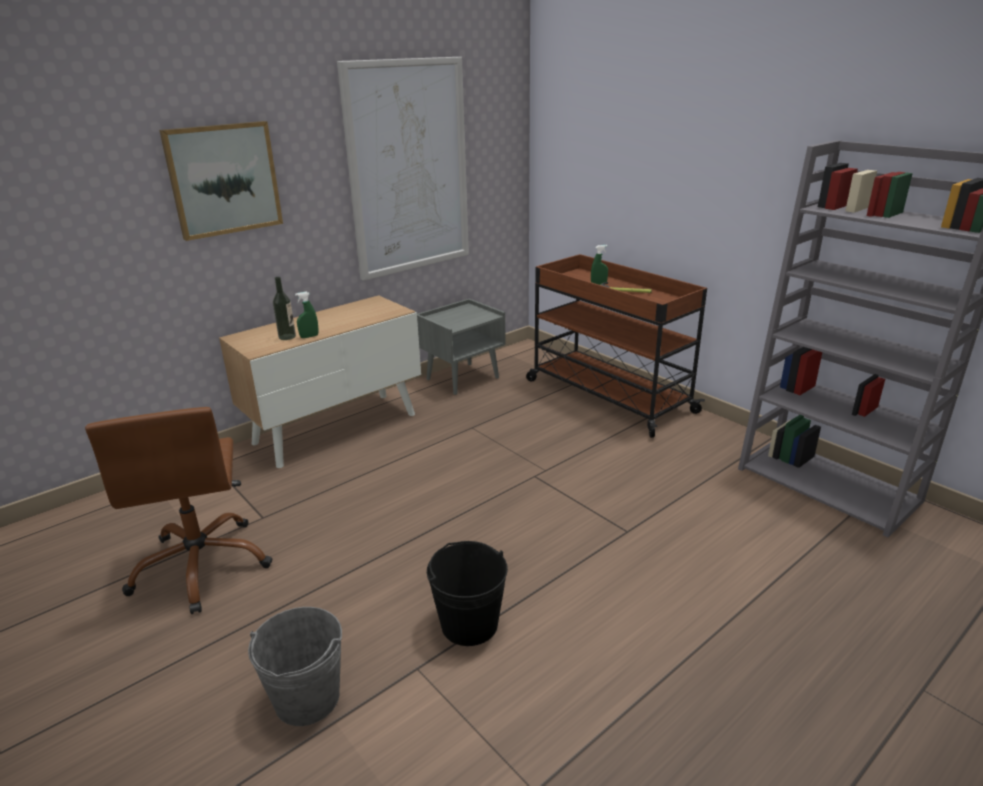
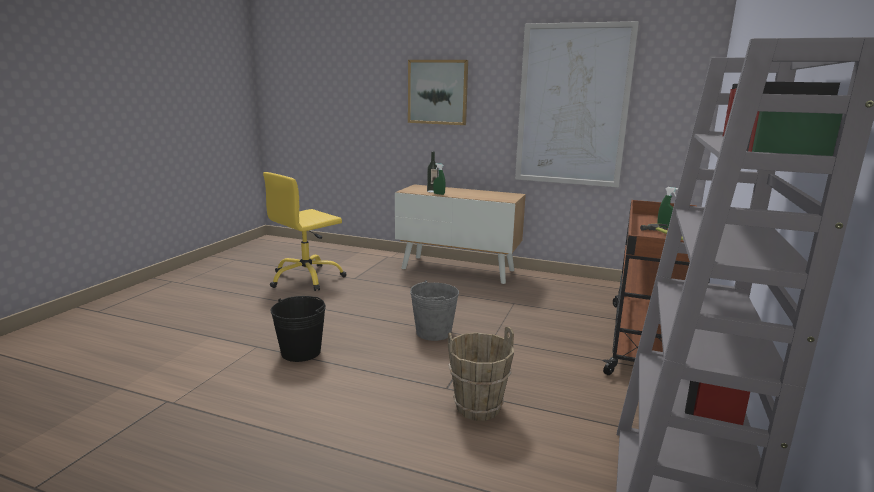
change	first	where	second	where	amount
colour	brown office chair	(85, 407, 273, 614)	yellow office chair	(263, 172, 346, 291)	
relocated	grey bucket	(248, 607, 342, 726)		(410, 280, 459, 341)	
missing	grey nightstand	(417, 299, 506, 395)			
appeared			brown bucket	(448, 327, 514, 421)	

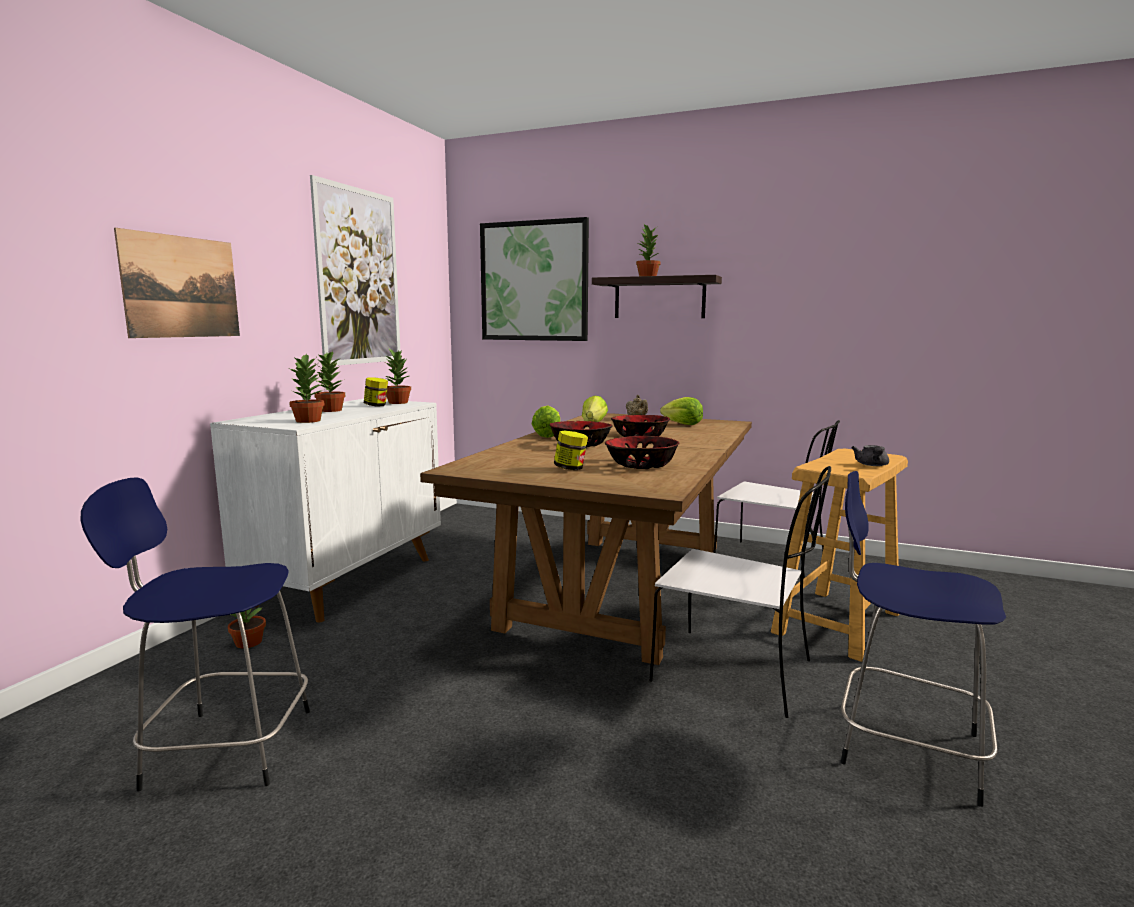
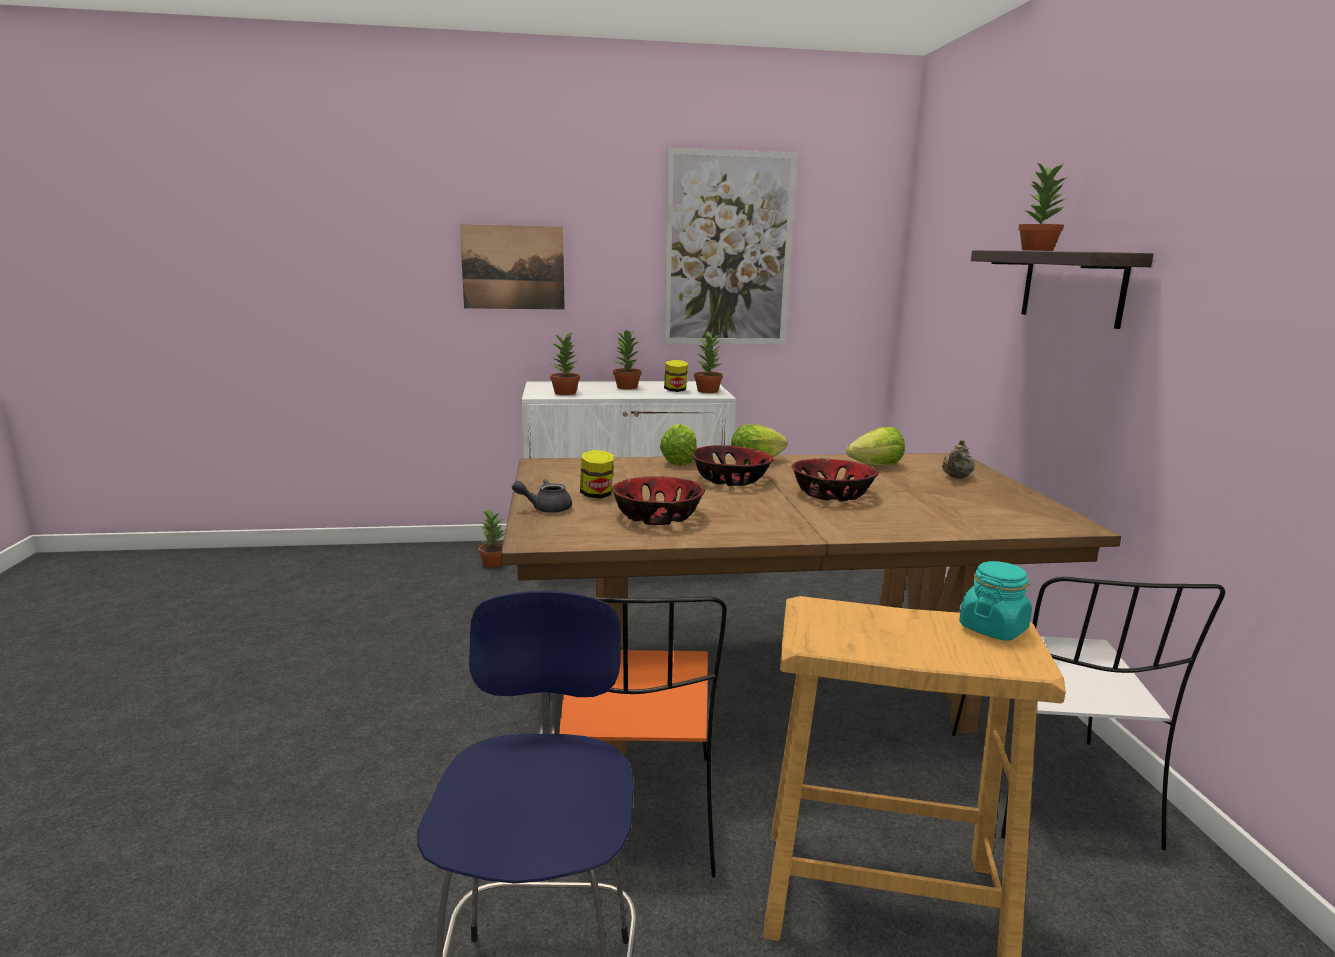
change	first	where	second	where	amount
missing	blue stool	(81, 477, 310, 791)			
missing	picture	(480, 217, 589, 341)			
colour	white chair	(650, 466, 831, 718)	orange chair	(549, 597, 727, 877)	
relocated	lettuce	(660, 397, 703, 425)		(660, 424, 697, 466)	
relocated	grey teapot	(852, 445, 889, 466)		(512, 479, 572, 513)	
appeared			turquoise jar	(959, 561, 1032, 641)	

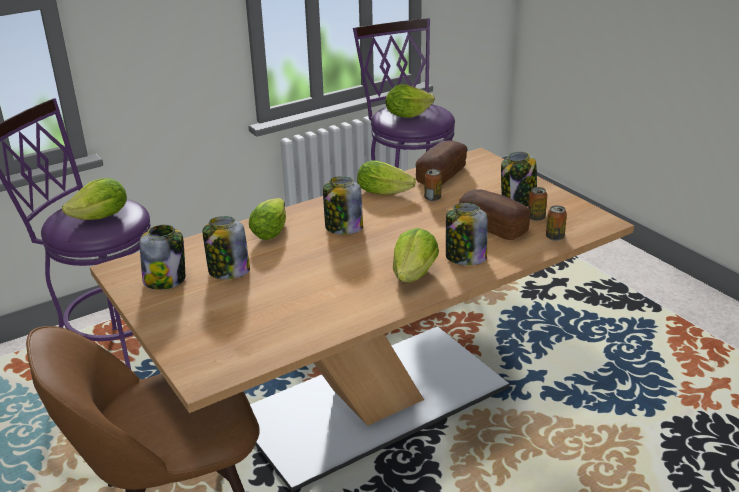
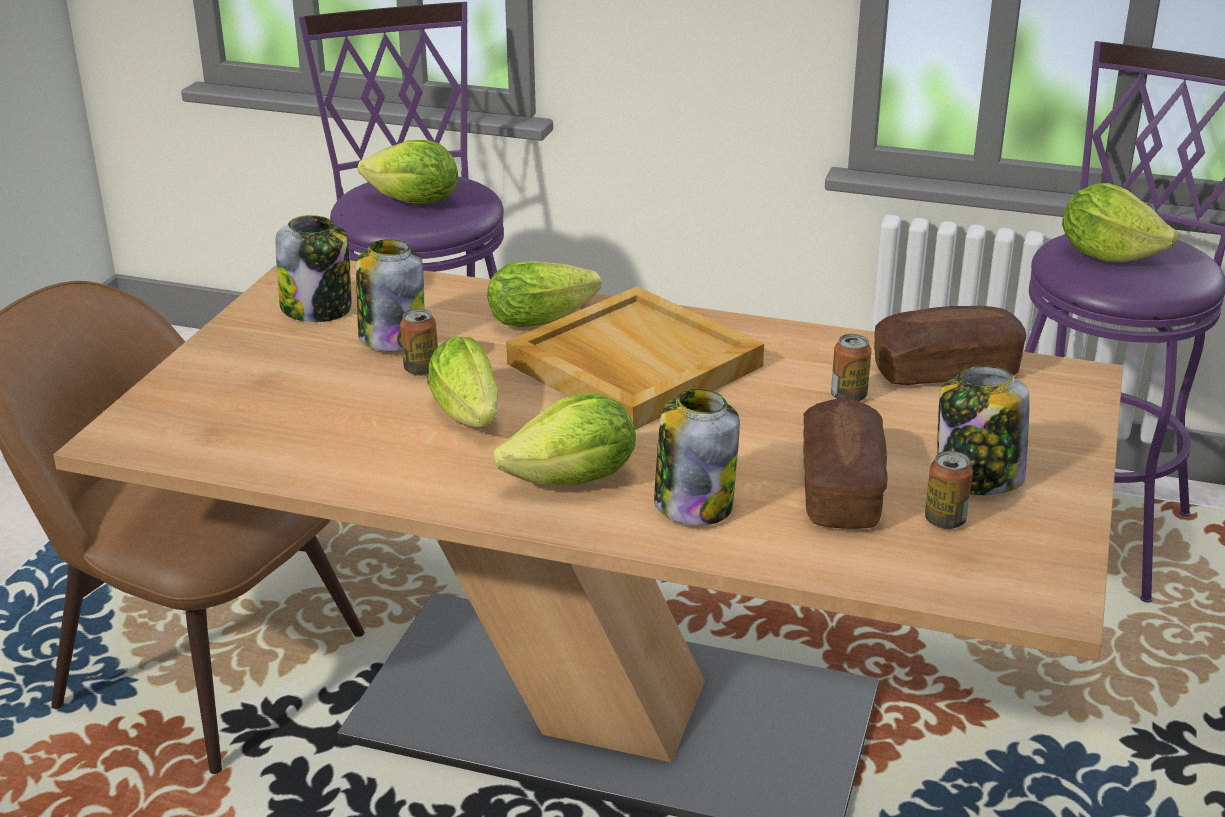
change	first	where	second	where	amount
exchanged	jar	(323, 176, 363, 234)	beige tray	(506, 286, 764, 430)	
relocated	lettuce	(357, 160, 416, 195)		(427, 336, 498, 427)	
relocated	can	(546, 205, 567, 241)		(400, 308, 438, 376)	

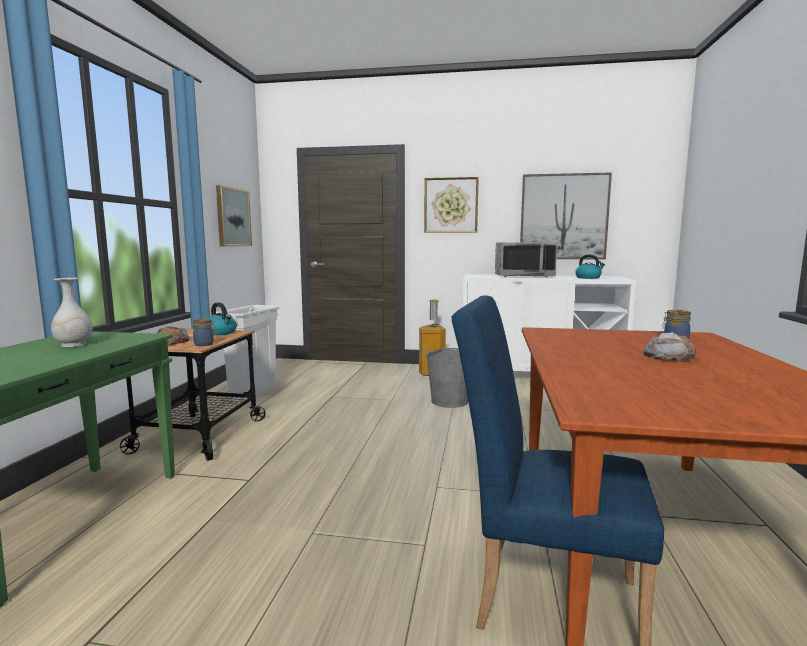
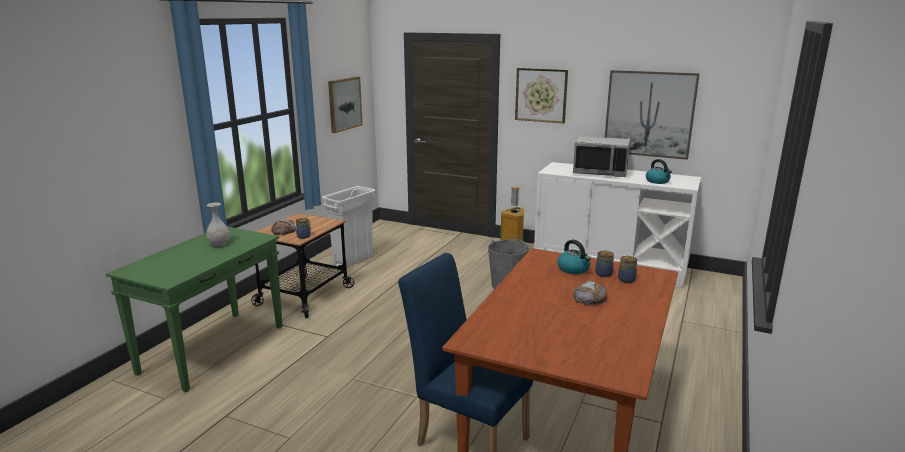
change	first	where	second	where	amount
relocated	kettle	(207, 302, 237, 335)		(557, 240, 591, 274)	
appeared			jar	(595, 251, 614, 277)	

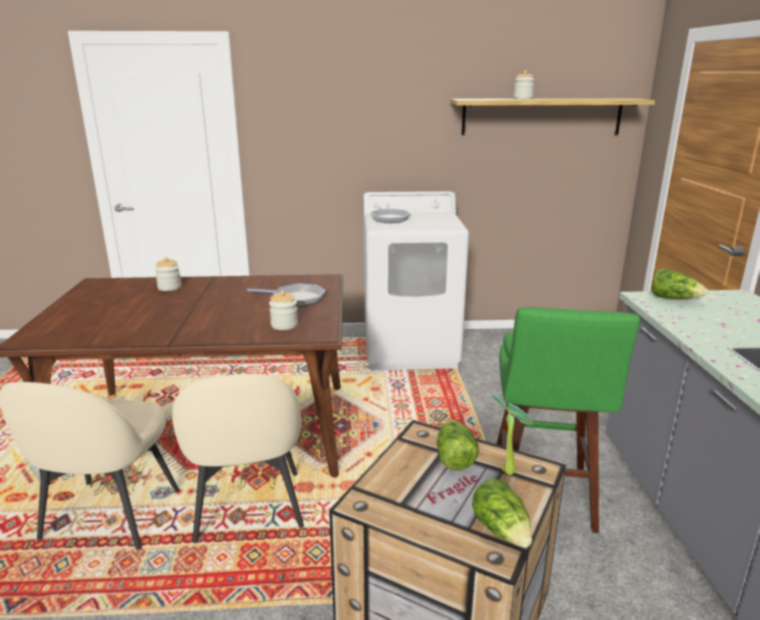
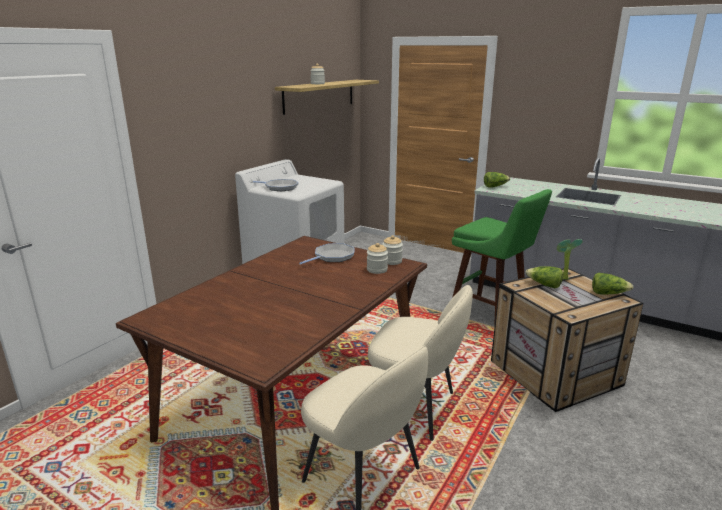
change	first	where	second	where	amount
relocated	jar	(155, 257, 181, 291)		(382, 235, 403, 265)	

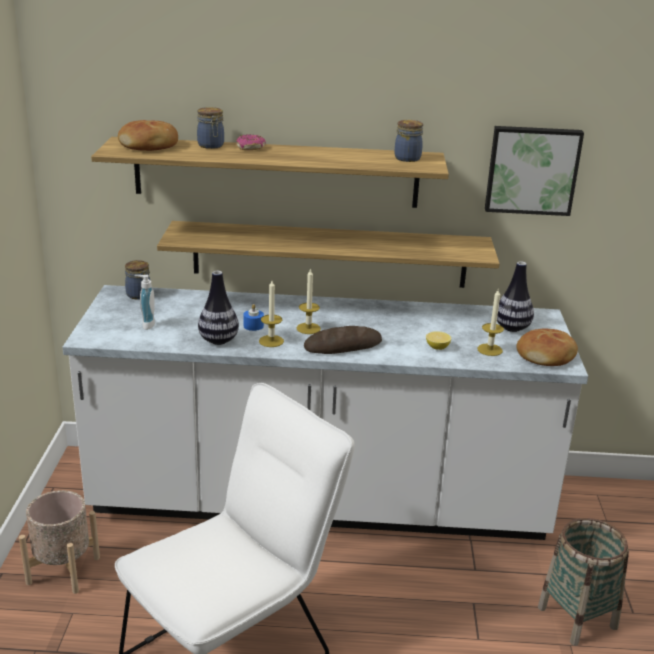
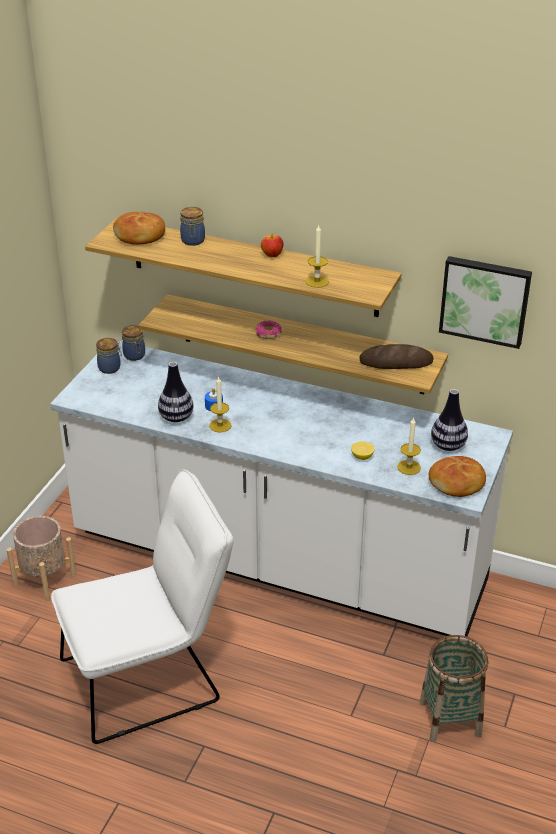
change	first	where	second	where	amount
missing	soap dispenser	(134, 275, 155, 330)			
relocated	donut	(236, 134, 266, 150)		(256, 321, 281, 339)	
relocated	candle	(297, 268, 321, 334)		(305, 224, 329, 288)	
relocated	bread	(304, 326, 382, 354)		(359, 344, 433, 369)	
relocated	jar	(394, 120, 423, 162)		(96, 338, 122, 374)	
appeared			apple	(261, 233, 283, 257)	

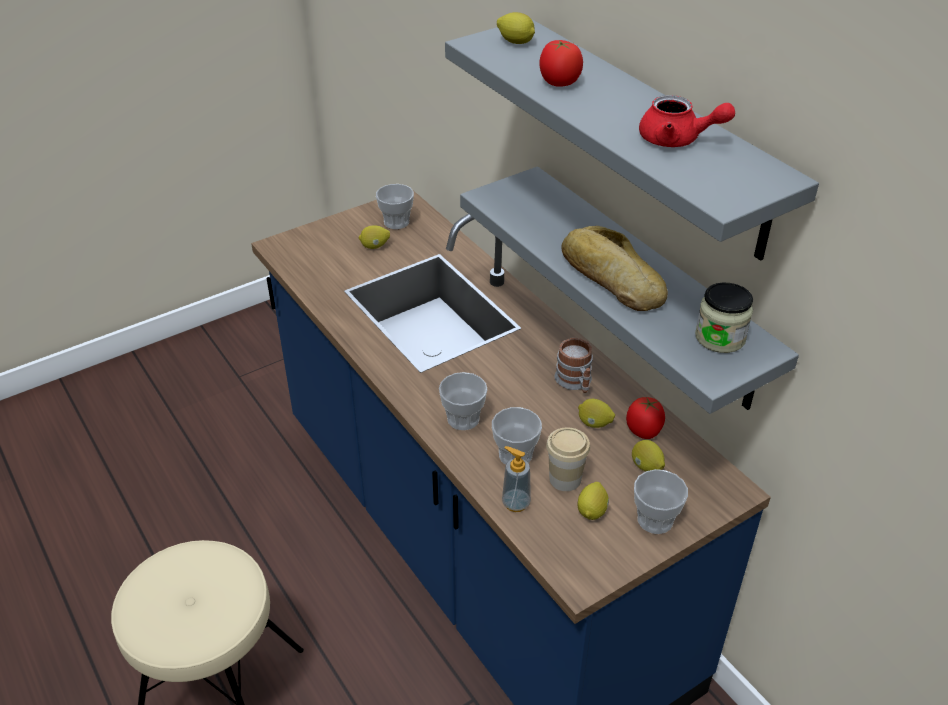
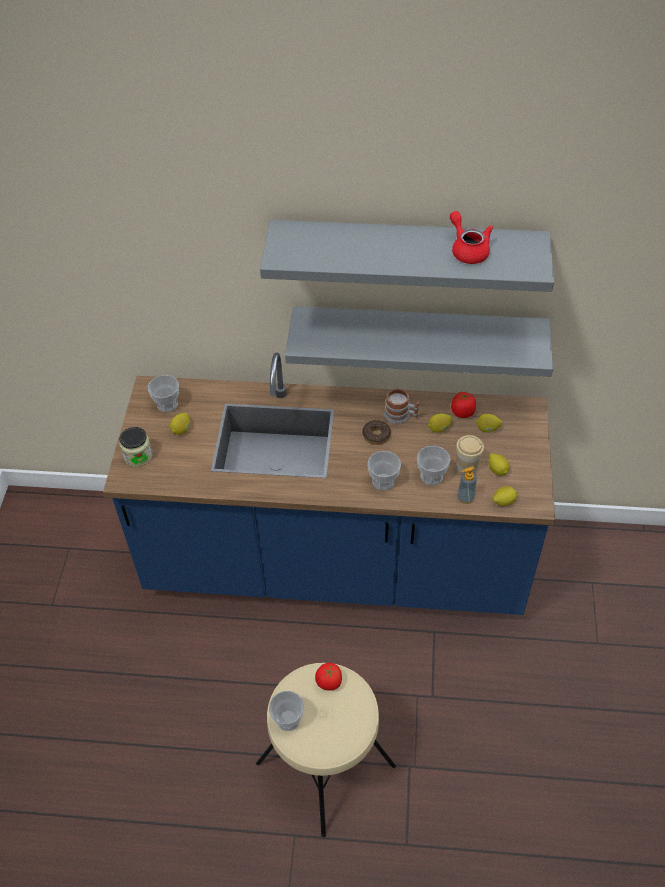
change	first	where	second	where	amount
relocated	lemon	(497, 12, 535, 44)		(492, 486, 517, 506)	
relocated	tomato	(539, 40, 583, 87)		(315, 663, 342, 690)	
missing	bread	(561, 226, 668, 311)			
relocated	cup	(634, 469, 688, 534)		(269, 691, 304, 731)	
spun	red teapot	(639, 95, 735, 147)		(450, 211, 493, 264)	90 degrees counterclockwise
relocated	jar	(695, 283, 753, 353)		(119, 427, 153, 467)	
appeared			donut	(362, 420, 391, 445)	

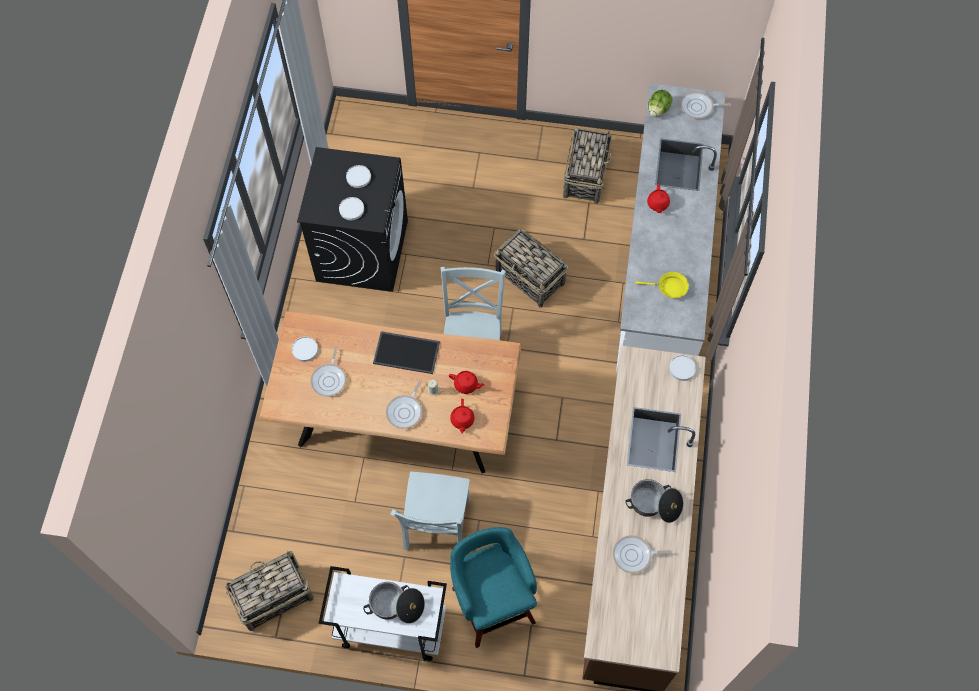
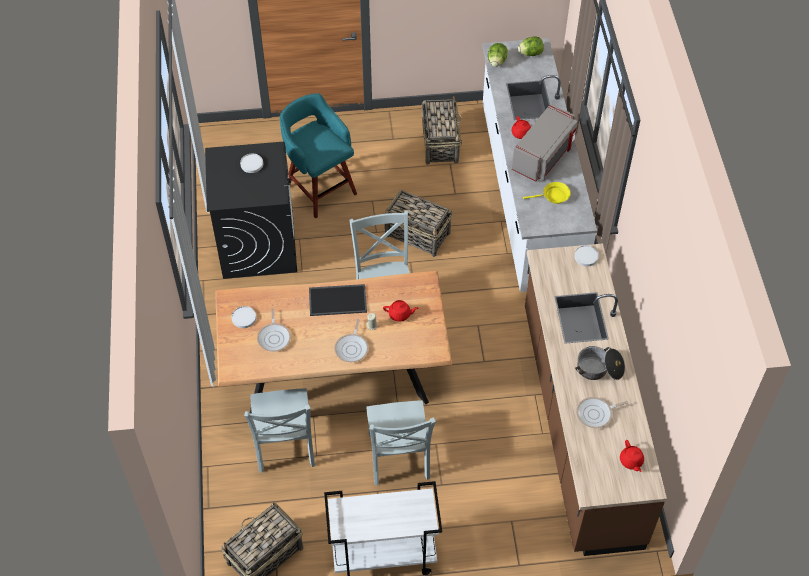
change	first	where	second	where	amount
missing	white plate	(339, 197, 364, 220)			
missing	cooking pot	(363, 582, 425, 624)			
relocated	red teapot	(450, 399, 474, 434)		(620, 440, 644, 472)	
relocated	turquoise stool	(450, 527, 537, 648)		(280, 94, 357, 219)	
exchanged	frying pan	(681, 91, 731, 119)	lettuce	(518, 36, 544, 56)	
appeared			grey chair	(244, 388, 315, 473)	
appeared			grey microwave	(512, 104, 578, 181)	

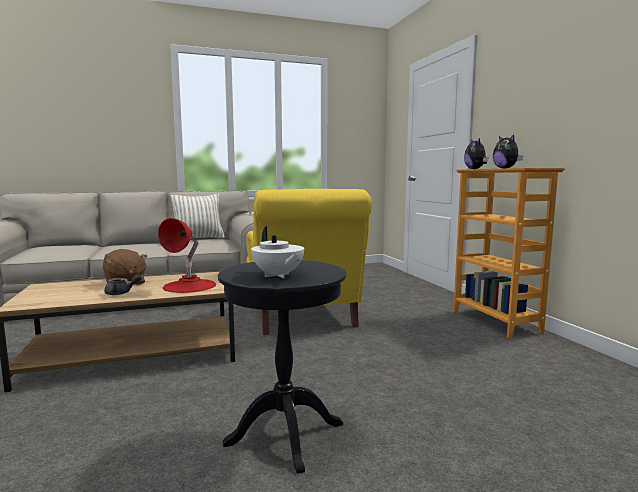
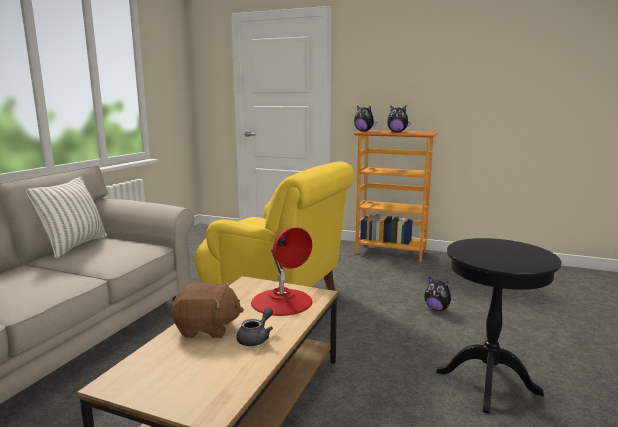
change	first	where	second	where	amount
missing	white teapot	(251, 227, 304, 279)			
appeared			plush toy	(424, 277, 455, 311)	

